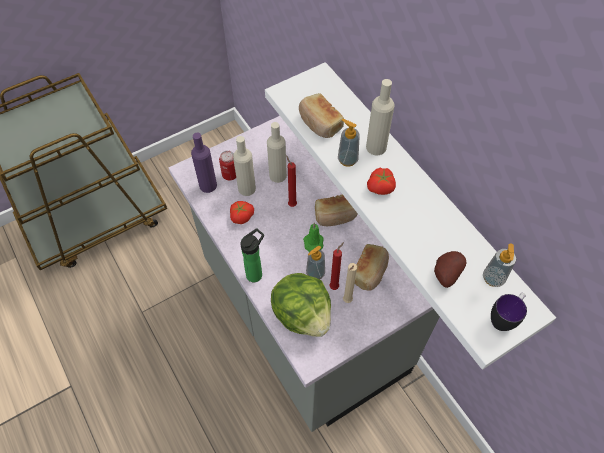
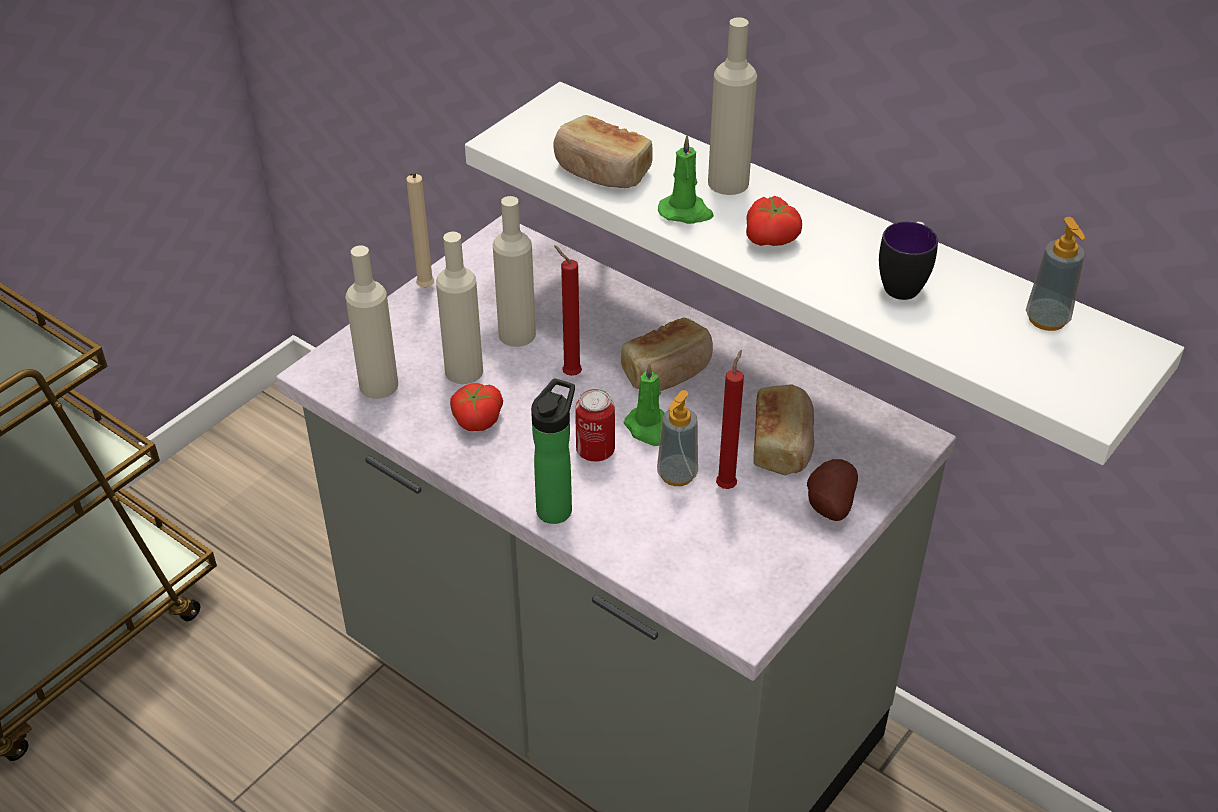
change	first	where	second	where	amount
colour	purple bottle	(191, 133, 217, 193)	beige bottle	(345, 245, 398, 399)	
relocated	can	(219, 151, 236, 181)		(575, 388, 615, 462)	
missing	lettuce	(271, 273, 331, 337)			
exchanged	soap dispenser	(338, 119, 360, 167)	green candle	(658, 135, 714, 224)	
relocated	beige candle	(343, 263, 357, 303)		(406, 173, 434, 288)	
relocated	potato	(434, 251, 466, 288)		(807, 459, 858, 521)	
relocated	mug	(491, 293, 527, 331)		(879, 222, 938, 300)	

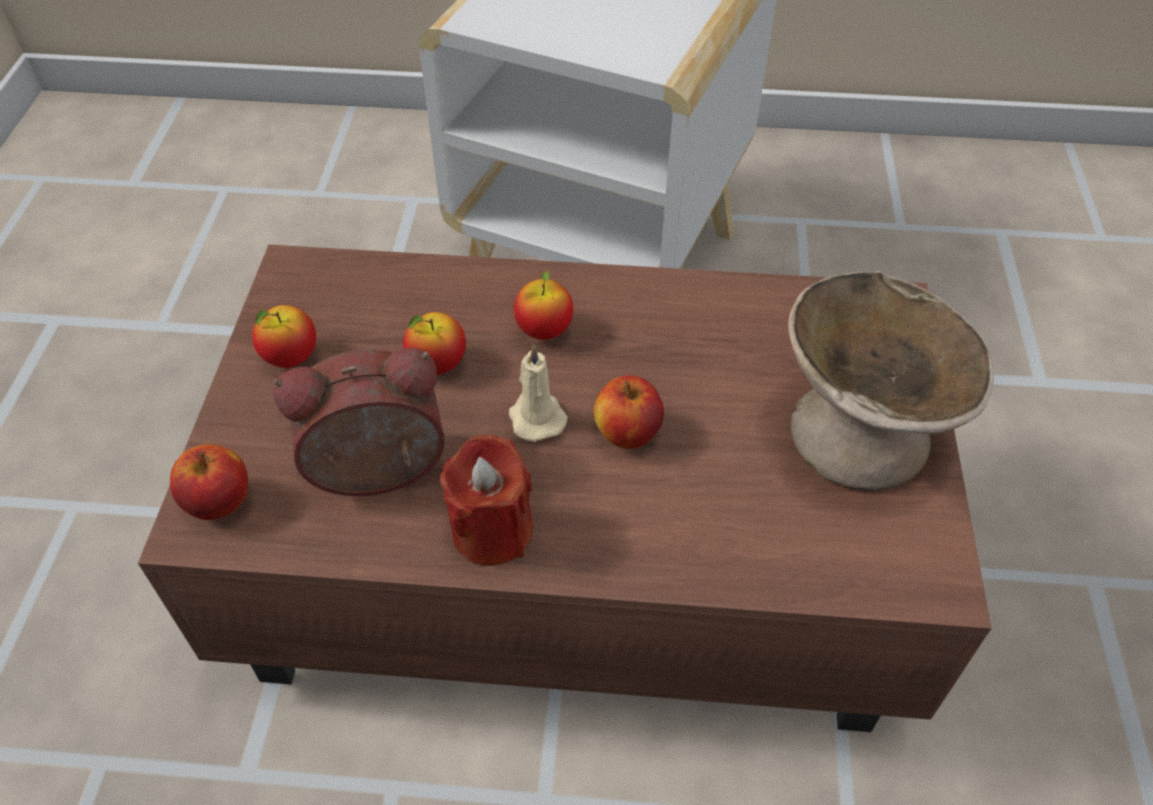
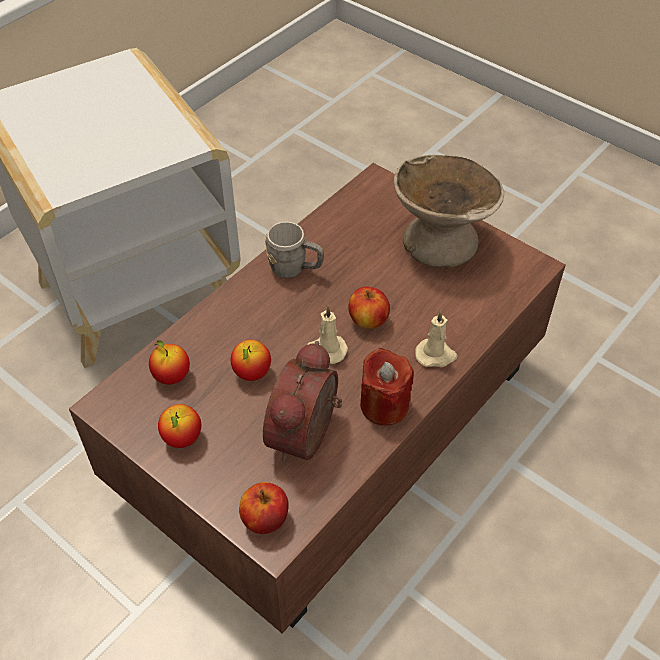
change	first	where	second	where	amount
relocated	apple	(514, 269, 573, 340)		(149, 341, 190, 385)	
appeared			grey mug	(265, 222, 324, 278)	
appeared			beige candle	(415, 311, 457, 367)	

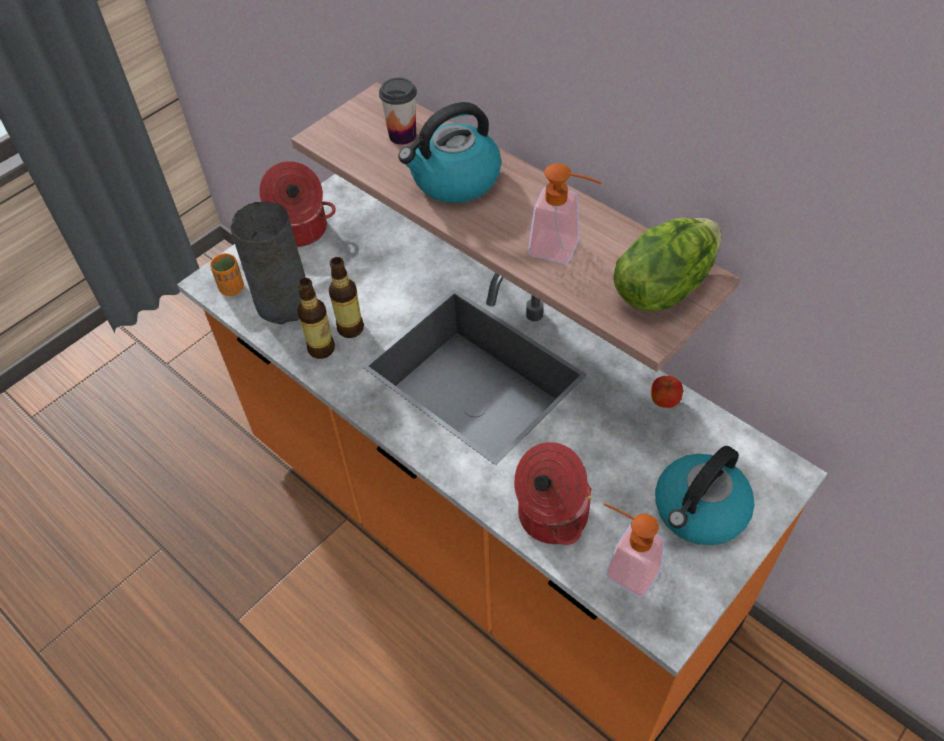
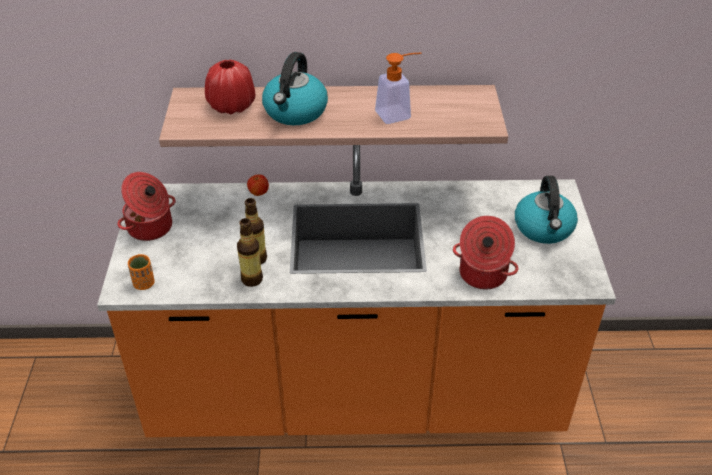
change	first	where	second	where	amount
missing	grey vase	(230, 202, 306, 324)			
exchanged	cup	(379, 77, 417, 145)	red vase	(205, 60, 255, 114)	
missing	soap dispenser	(604, 503, 664, 597)			
missing	lettuce	(613, 218, 721, 311)			
relocated	apple	(651, 376, 683, 408)		(247, 175, 269, 196)	

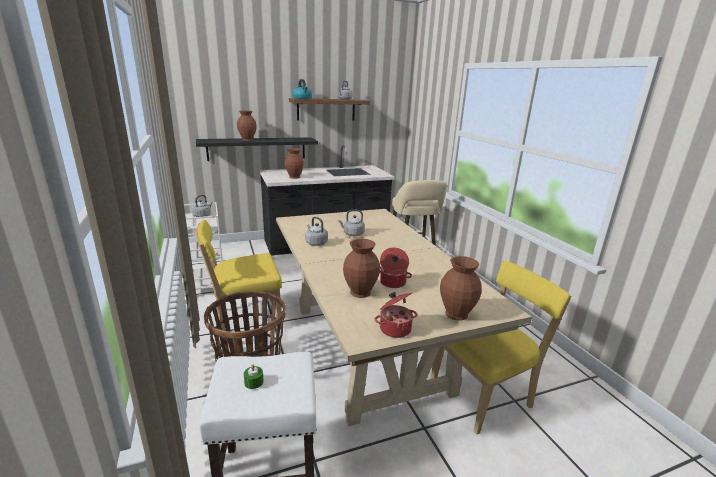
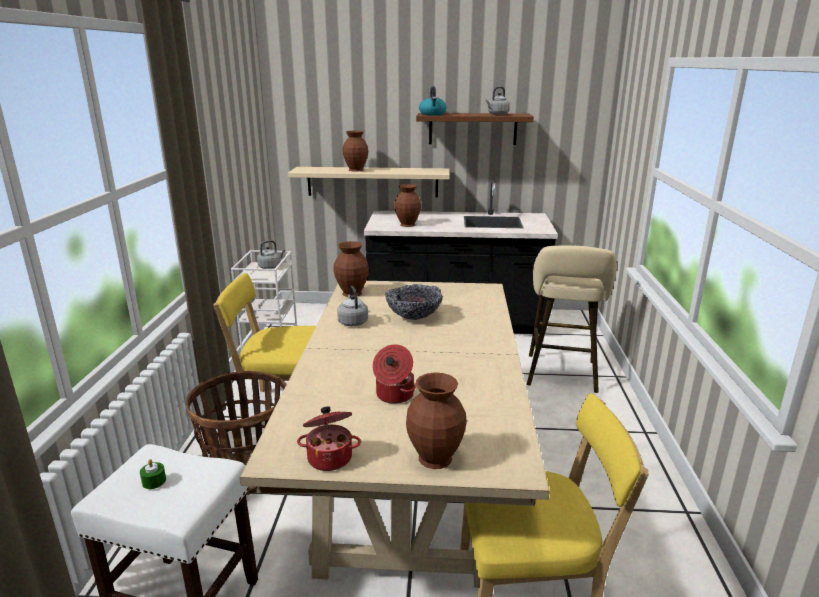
change	first	where	second	where	amount
colour	black shelf	(196, 137, 318, 161)	beige shelf	(288, 167, 449, 198)	
exchanged	grey kettle	(338, 210, 365, 236)	bowl	(385, 284, 443, 320)	
relocated	brown vase	(343, 239, 380, 298)		(333, 241, 369, 297)	

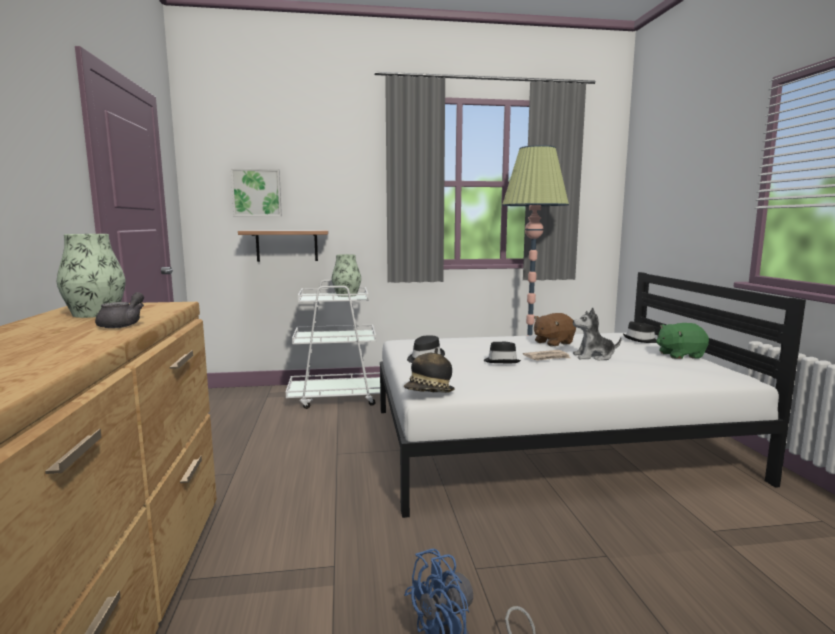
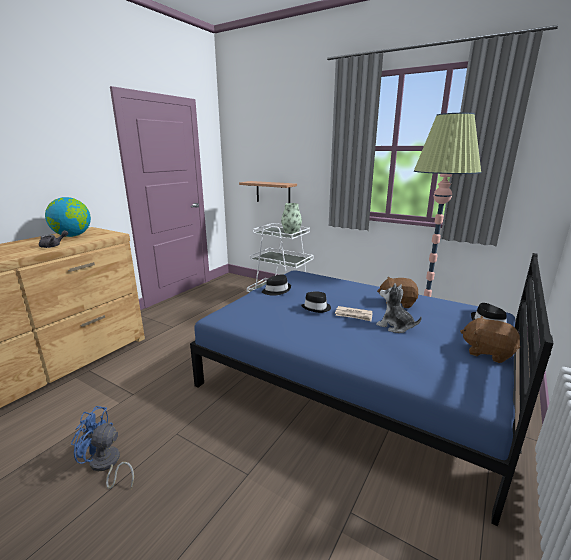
change	first	where	second	where	amount
exchanged	vase	(57, 234, 126, 318)	globe	(45, 197, 91, 237)	
missing	picture	(231, 169, 282, 217)			
colour	white bed	(380, 272, 806, 518)	blue bed	(190, 253, 554, 526)	
missing	hat	(404, 348, 455, 393)			
colour	green plush toy	(656, 323, 709, 359)	brown plush toy	(460, 316, 520, 363)	

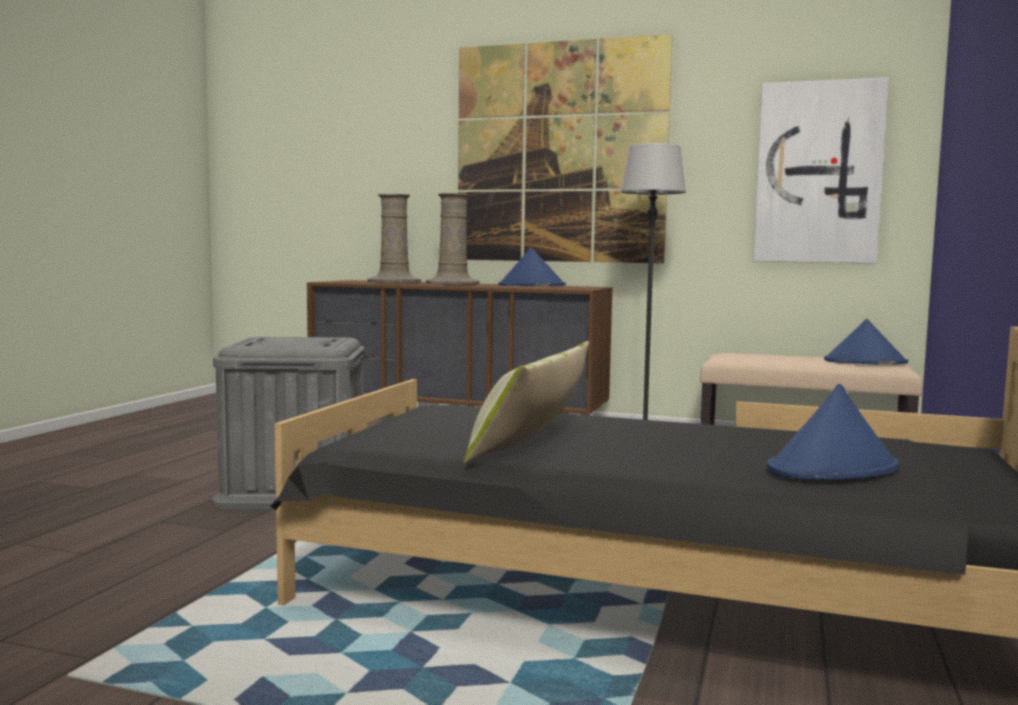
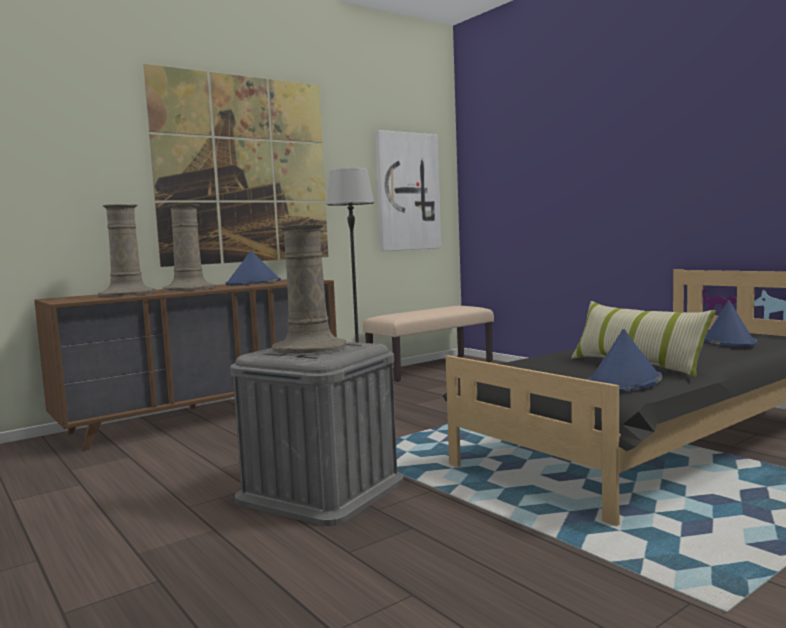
change	first	where	second	where	amount
relocated	blue hat	(824, 319, 908, 365)		(587, 329, 662, 393)	
appeared			beige vase	(272, 224, 347, 354)	

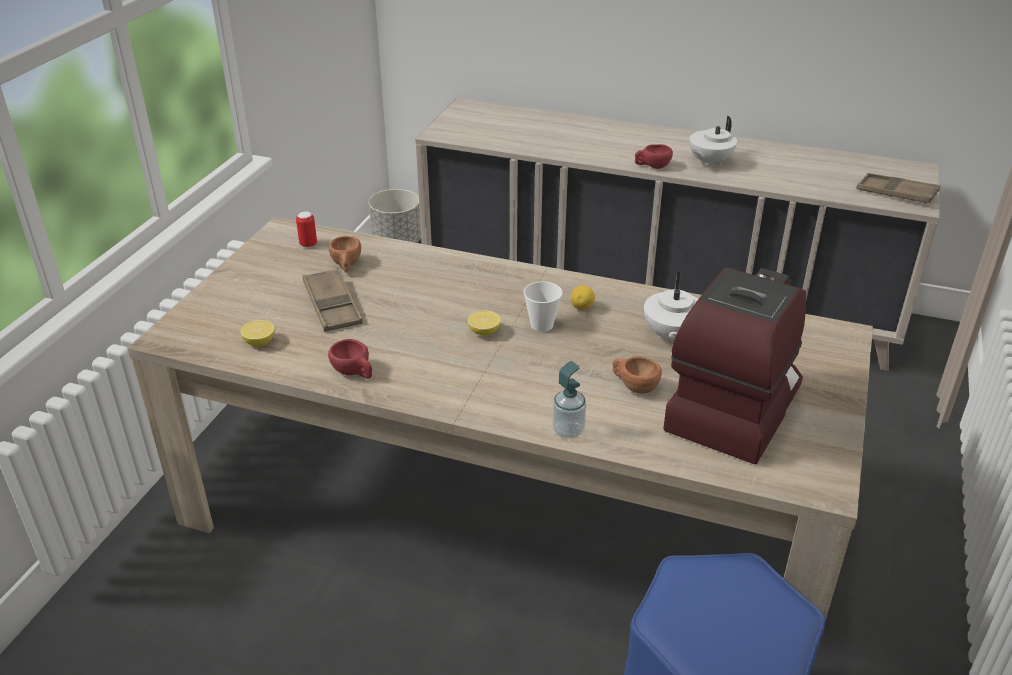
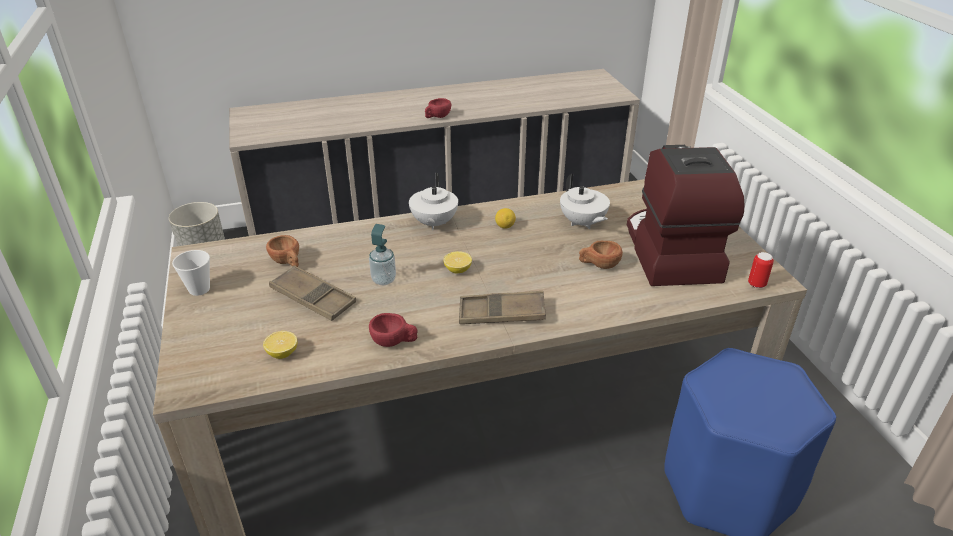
change	first	where	second	where	amount
relocated	can	(296, 211, 317, 248)		(748, 252, 774, 288)	
relocated	cup	(523, 281, 563, 332)		(172, 250, 210, 296)	
relocated	soap dispenser	(552, 361, 586, 438)		(369, 224, 396, 285)	
relocated	white teapot	(689, 116, 737, 167)		(409, 173, 458, 230)	
relocated	brown tray	(856, 173, 940, 204)		(459, 291, 546, 324)	

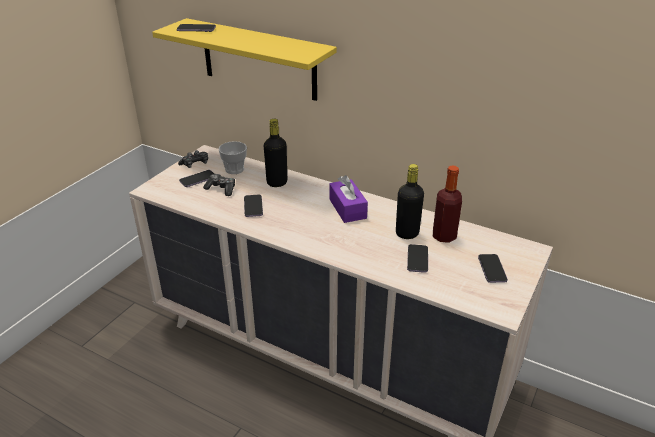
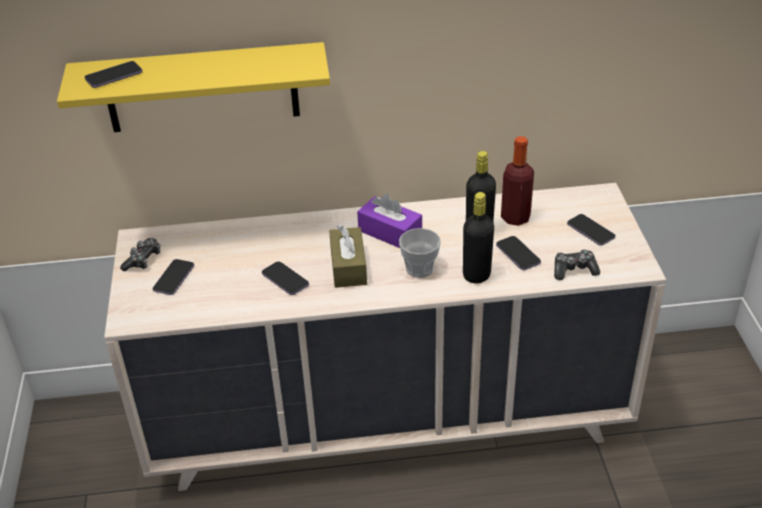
change	first	where	second	where	amount
relocated	game controller	(203, 174, 235, 196)		(554, 249, 600, 280)	
relocated	cup	(219, 141, 247, 174)		(399, 228, 441, 278)	
relocated	black bottle	(264, 119, 287, 187)		(463, 192, 494, 284)	
appeared			brown tissue box	(329, 225, 367, 288)	

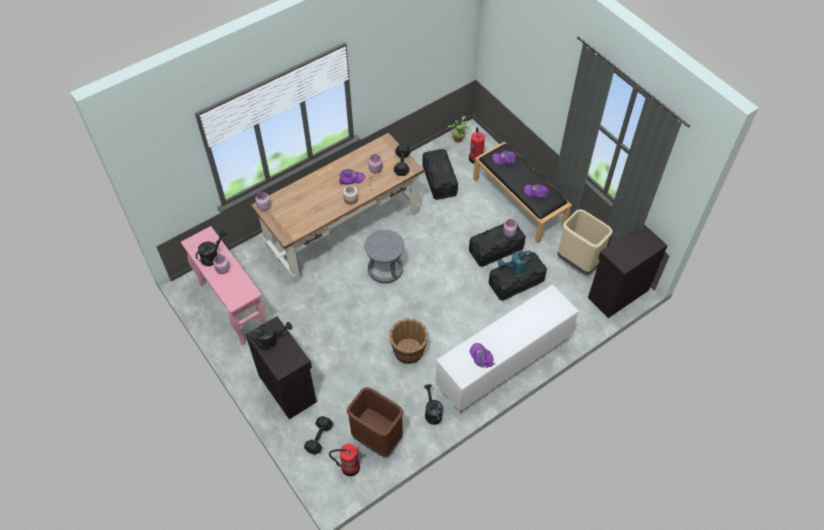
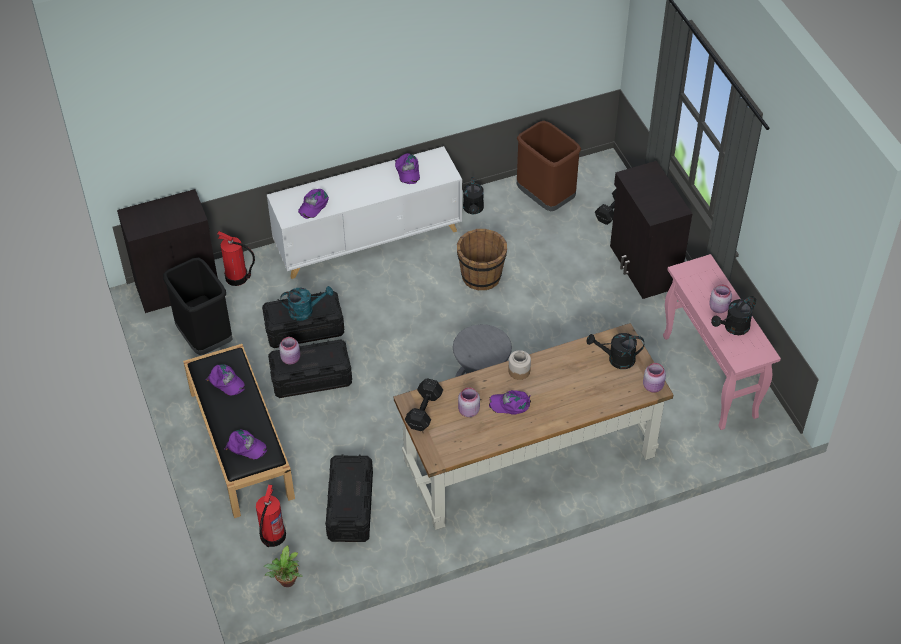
change	first	where	second	where	amount
relocated	black watering can	(249, 322, 292, 350)		(587, 333, 644, 369)	
relocated	fire extinguisher	(329, 444, 360, 476)		(217, 231, 255, 286)	
colour	beige trash can	(557, 209, 613, 275)	black trash can	(163, 257, 232, 355)	
appeared			purple cap	(298, 189, 329, 219)	

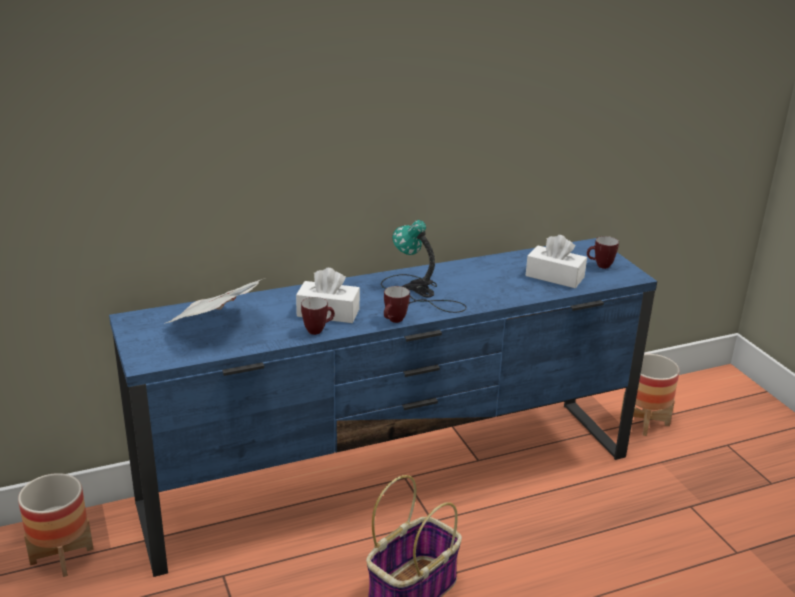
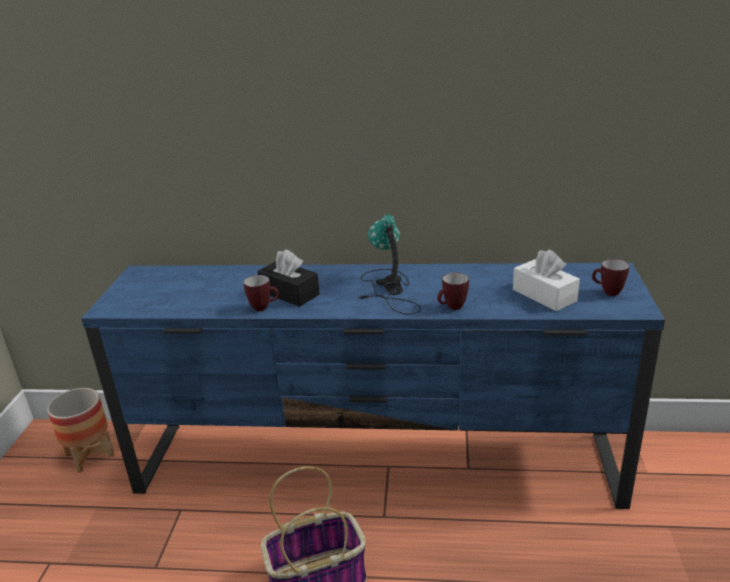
change	first	where	second	where	amount
missing	newspaper	(164, 278, 265, 324)			
colour	white tissue box	(296, 268, 360, 323)	black tissue box	(257, 249, 320, 307)	
relocated	mug	(384, 286, 410, 323)		(437, 273, 469, 310)	
missing	planter	(620, 354, 680, 436)			

